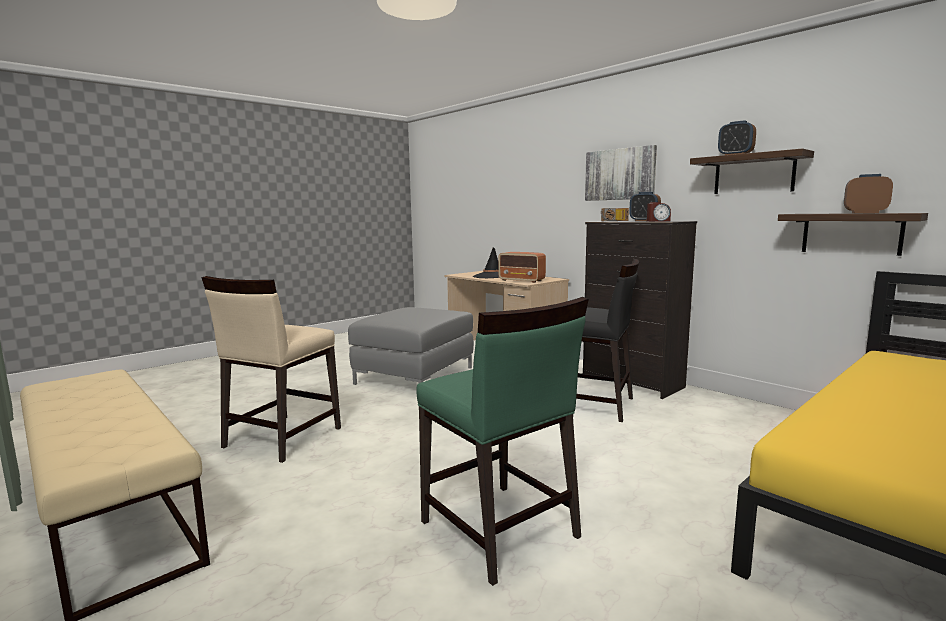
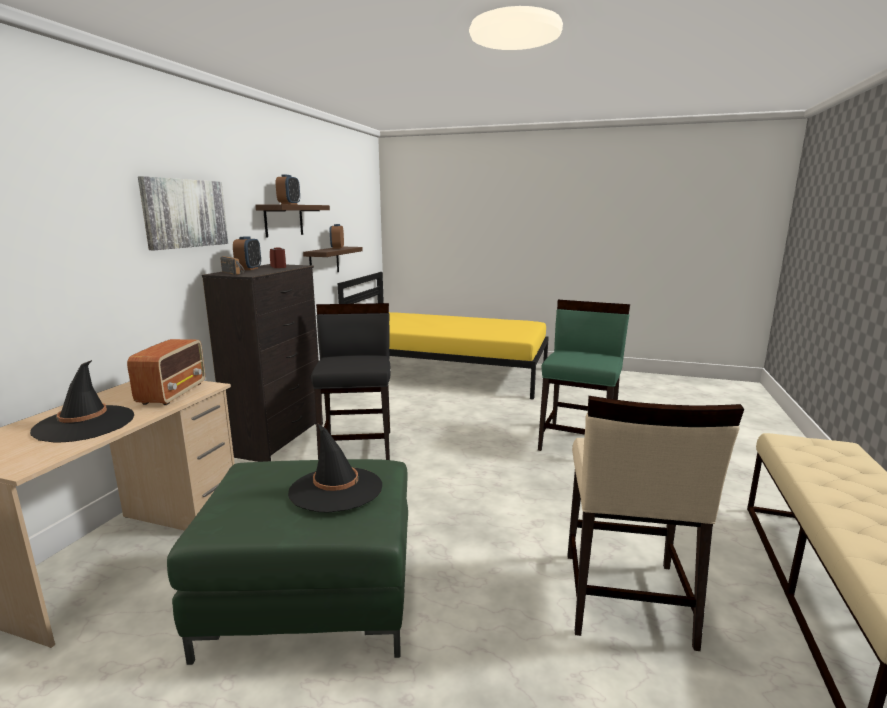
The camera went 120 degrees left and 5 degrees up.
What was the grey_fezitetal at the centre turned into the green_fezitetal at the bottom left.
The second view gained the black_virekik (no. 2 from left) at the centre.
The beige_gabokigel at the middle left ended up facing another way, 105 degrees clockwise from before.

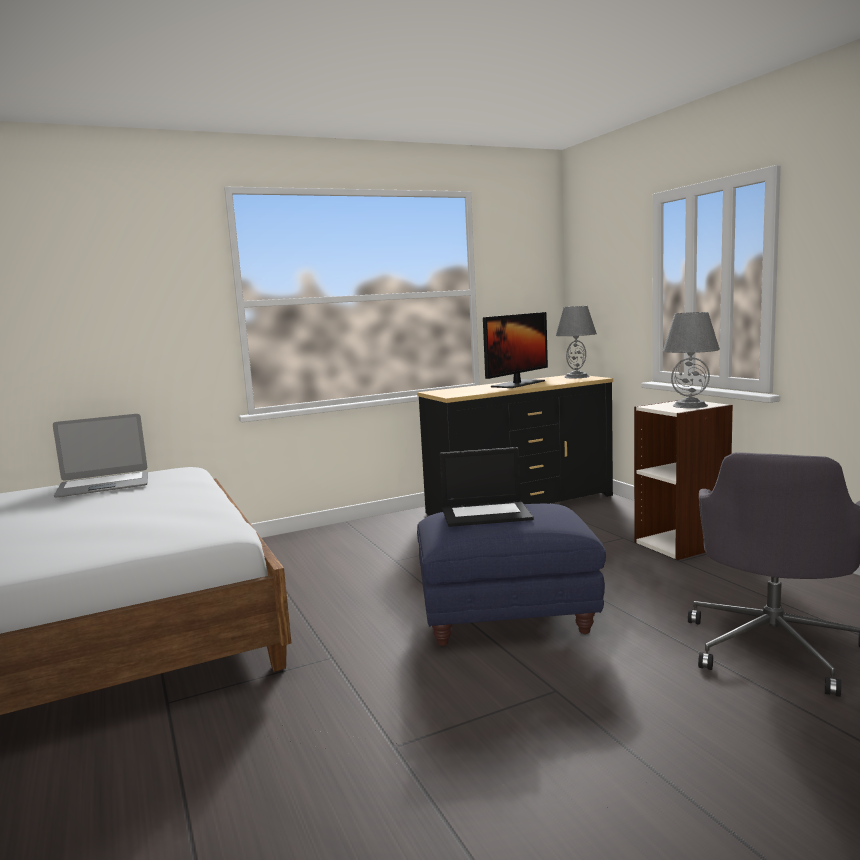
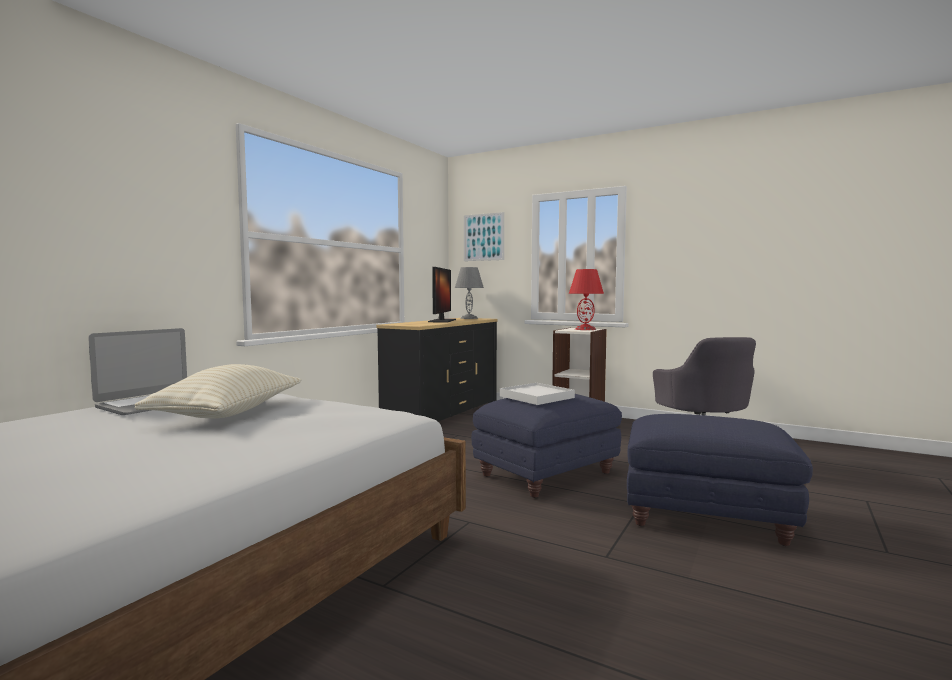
The camera went 35 degrees left and 5 degrees down.
The second view gained the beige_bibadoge at the middle left.
The second view gained the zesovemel at the centre.
Where the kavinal (no. 2 from left) stood at the centre, the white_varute came to stand at the centre.
What was the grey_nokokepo (no. 2 from left) at the middle right turned into the red_nokokepo at the centre.
The second view gained the blue_fezitetal (no. 2 from left) at the bottom right.

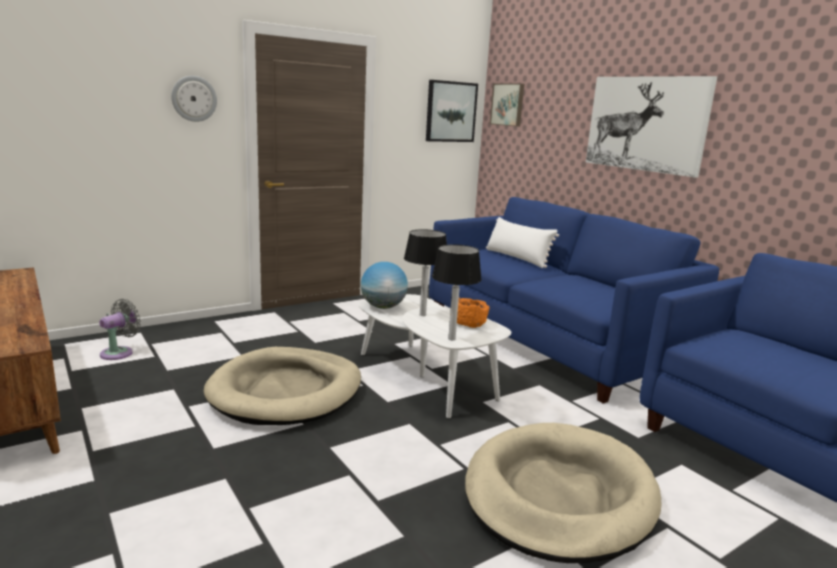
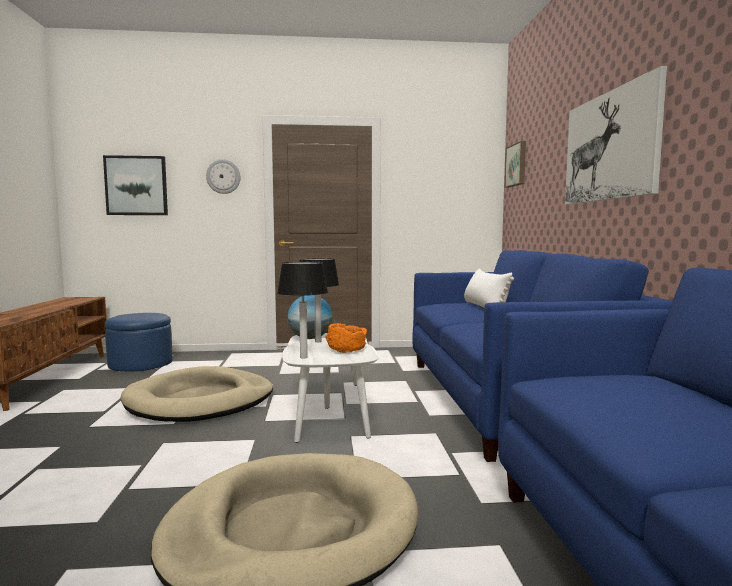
The camera went 30 degrees right and 10 degrees down.
The zesovemel (no. 1 from left) ended up elsewhere, having gone from the top centre to the top left.
Where the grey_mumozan stood at the middle left, the blue_fezitetal came to stand at the middle left.

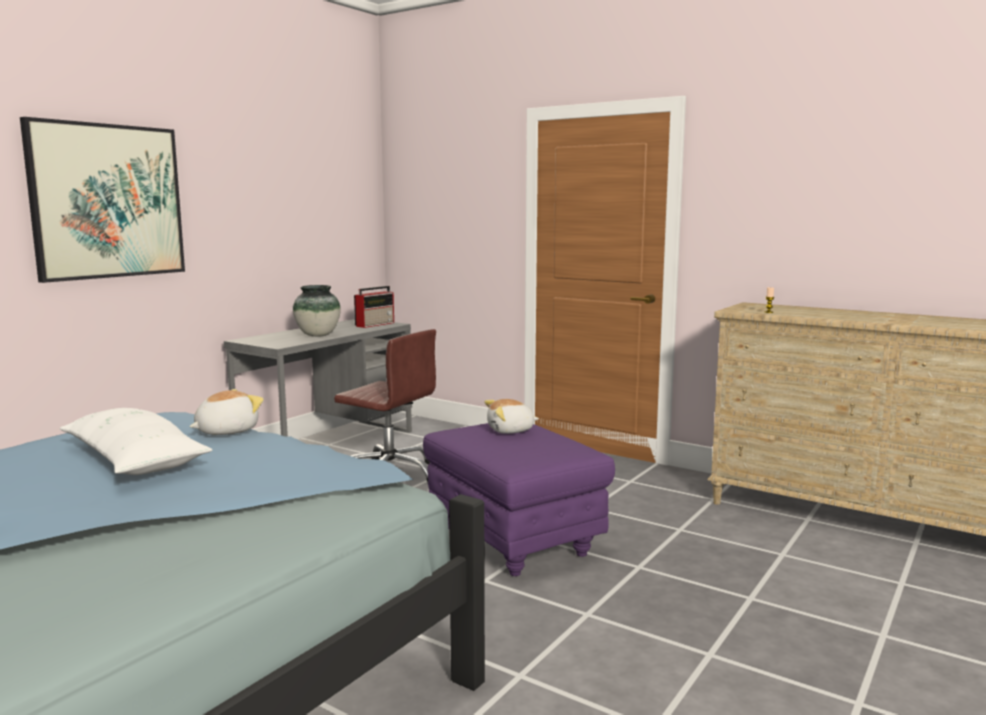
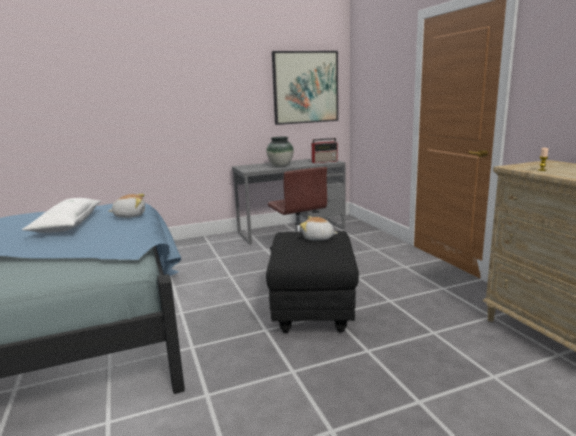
The camera went 35 degrees right and 5 degrees up.
What was the purple_fezitetal at the bottom centre turned into the black_fezitetal at the centre.
The zesovemel ended up elsewhere, having gone from the top left to the top centre.

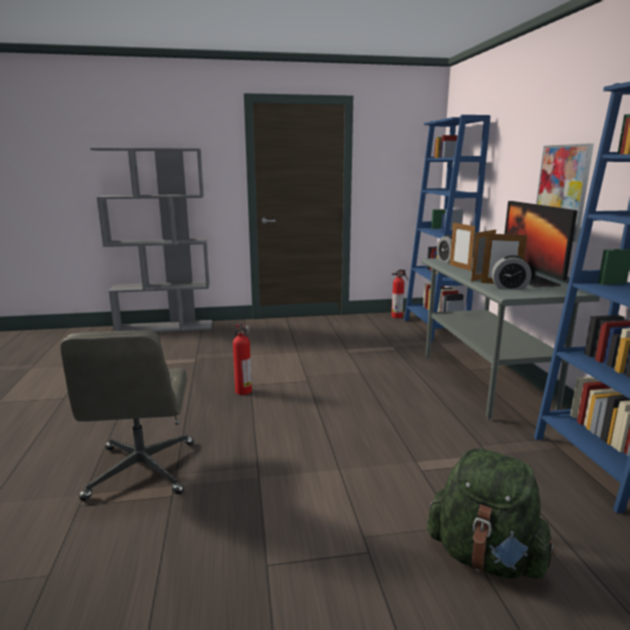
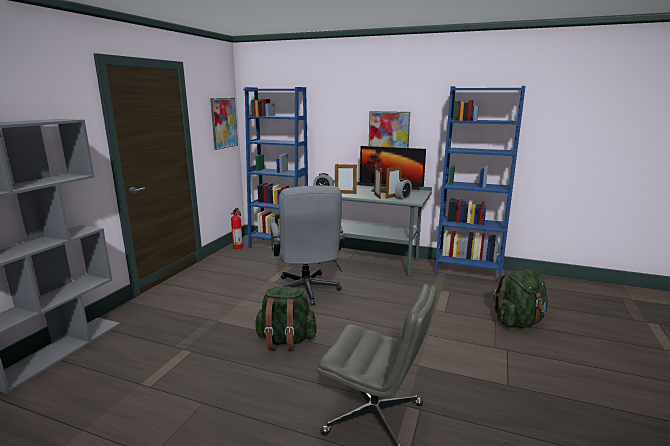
The camera went 60 degrees left and 0 degrees up.
The second view gained the zesovemel (no. 1 from left) at the top centre.
Where the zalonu (no. 1 from left) stood at the centre, the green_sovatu (no. 1 from left) came to stand at the bottom centre.
The second view gained the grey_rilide (no. 1 from left) at the centre.

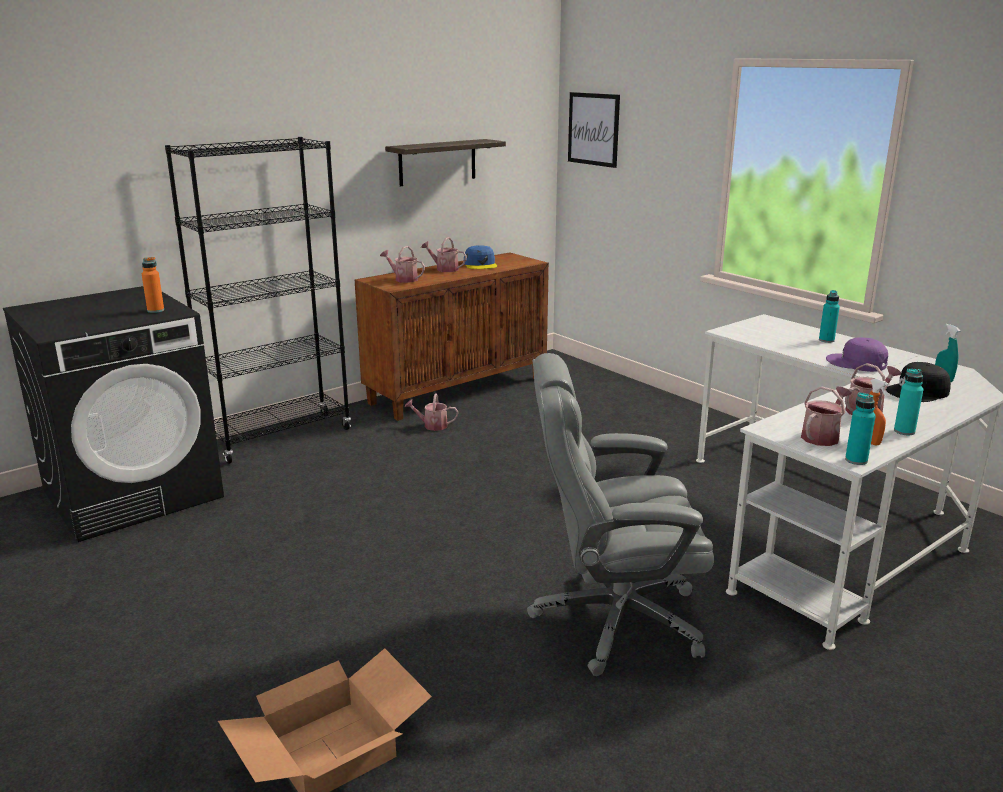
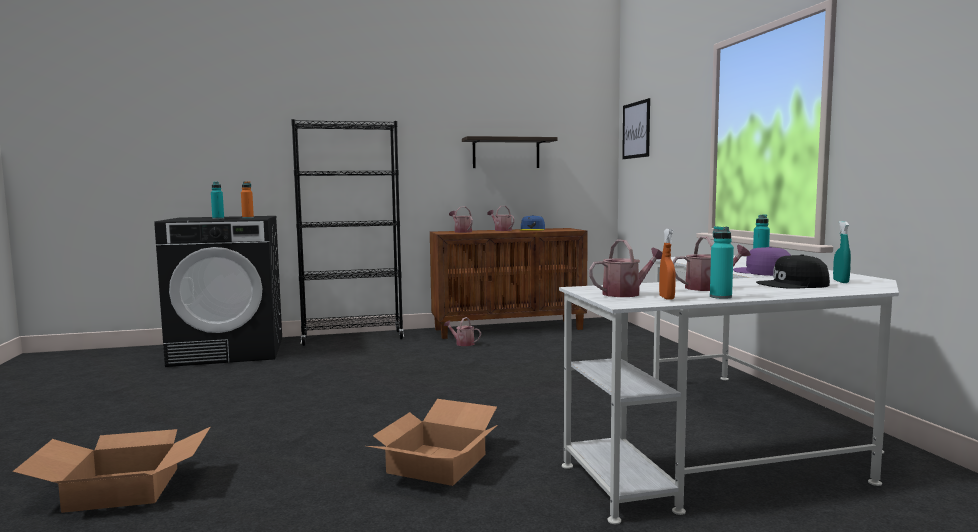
The camera went 25 degrees right and 15 degrees down.
The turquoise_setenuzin (no. 2 from left in the first image) ended up elsewhere, having gone from the middle right to the middle left.
Where the grey_rilide stood at the centre, the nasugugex (no. 2 from left) came to stand at the bottom centre.

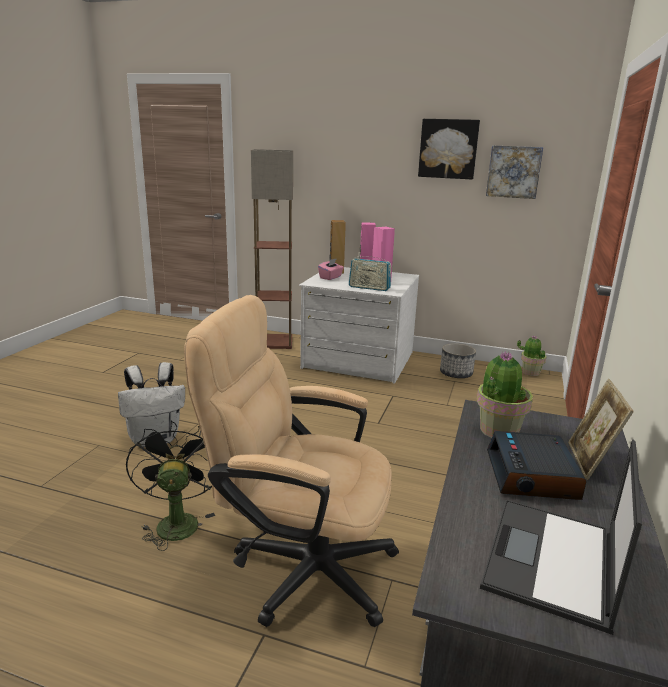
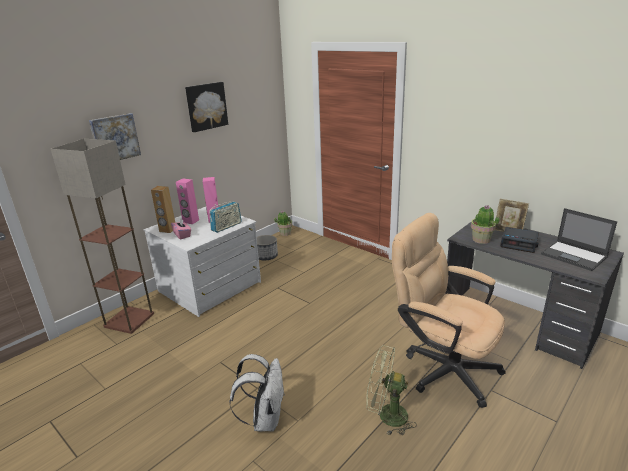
The camera went 65 degrees left and 5 degrees up.
The zesovemel (no. 2 from left in the first image) ended up elsewhere, having gone from the top right to the top left.
What was the black_mumozan at the bottom left turned into the green_mumozan at the bottom centre.
The beige_rilide at the bottom centre ended up facing another way, 90 degrees clockwise from before.

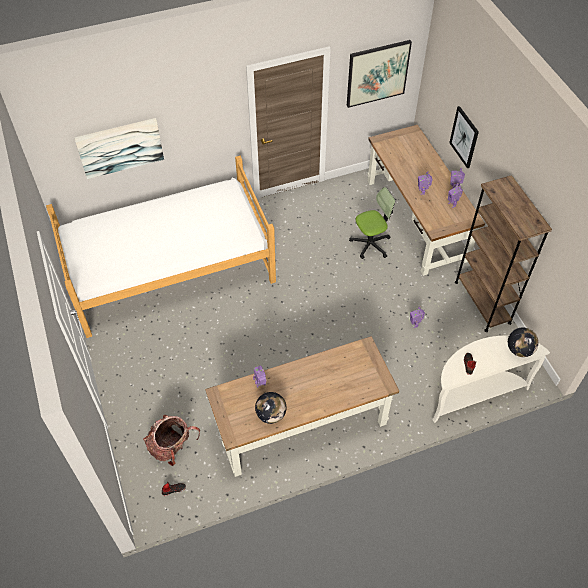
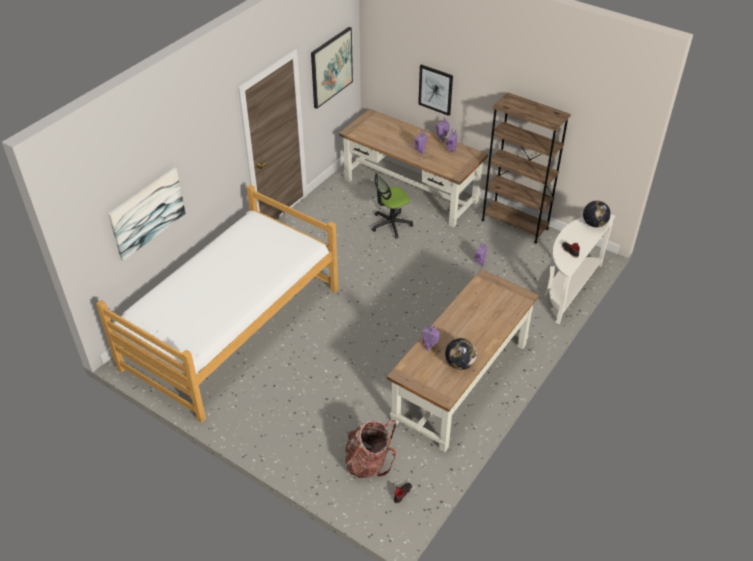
The camera went 35 degrees left and 10 degrees down.
The rilide at the centre ended up facing another way, 150 degrees counterclockwise from before.

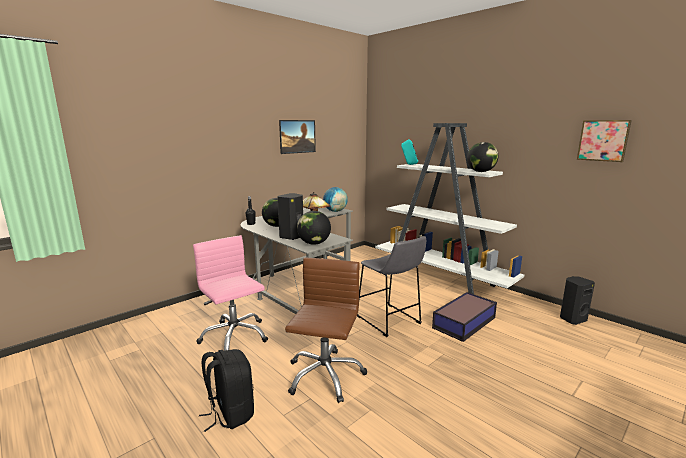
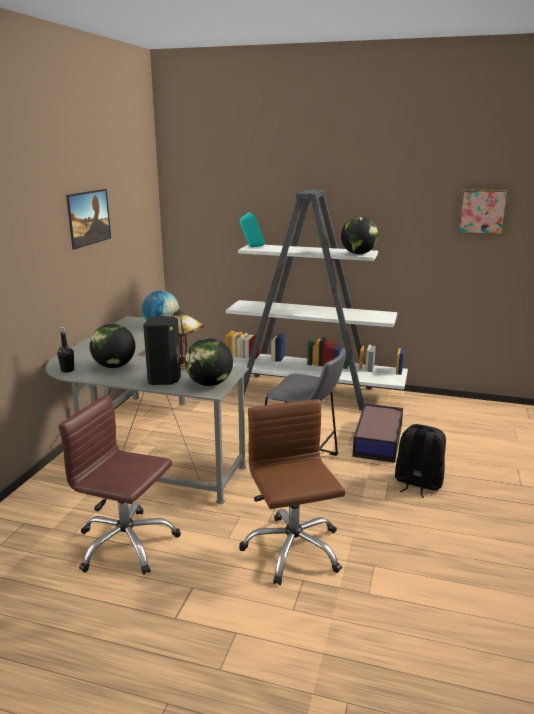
The camera went 30 degrees left and 5 degrees up.
What was the pink_rilide at the centre turned into the brown_rilide (no. 1 from left) at the bottom left.
The black_sovatu ended up elsewhere, having gone from the bottom left to the middle right.
The second view lost the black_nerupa (no. 2 from left) at the middle right.

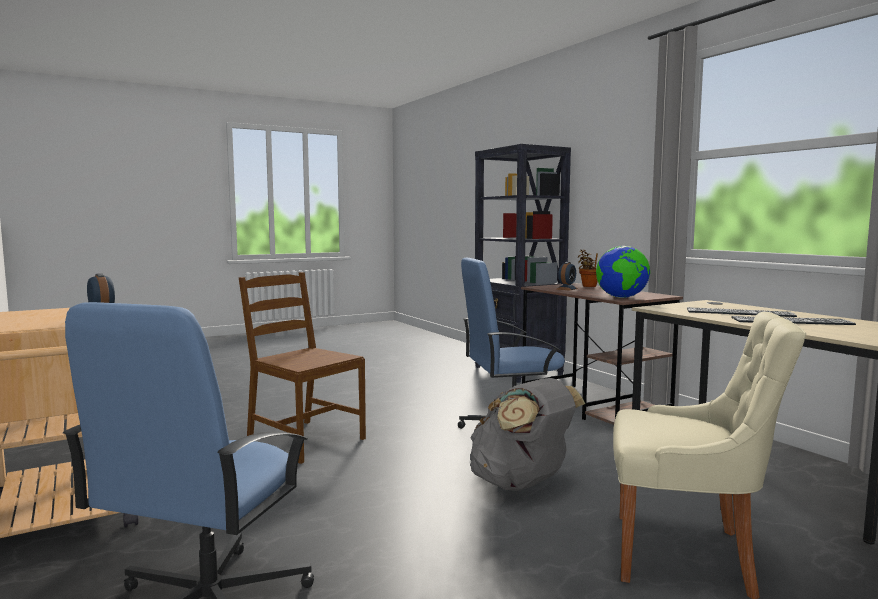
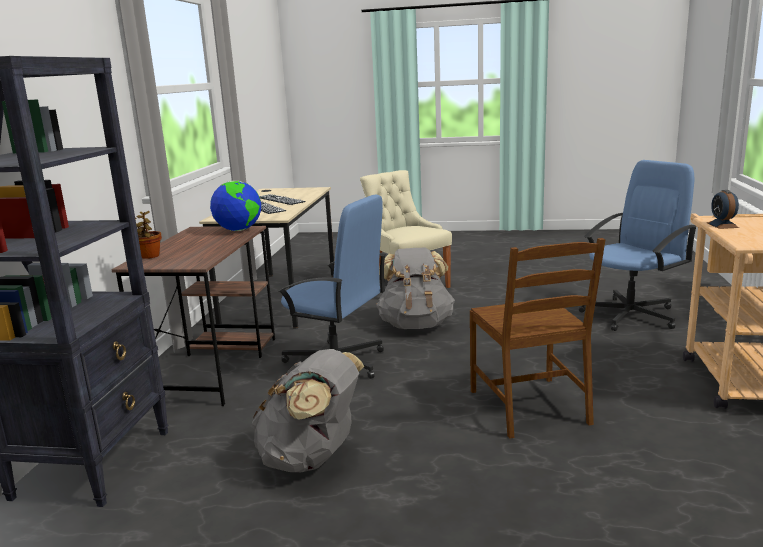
The camera went 140 degrees left and 10 degrees up.
The second view gained the grey_sovatu (no. 1 from left) at the bottom centre.
The second view lost the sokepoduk (no. 2 from left) at the centre.

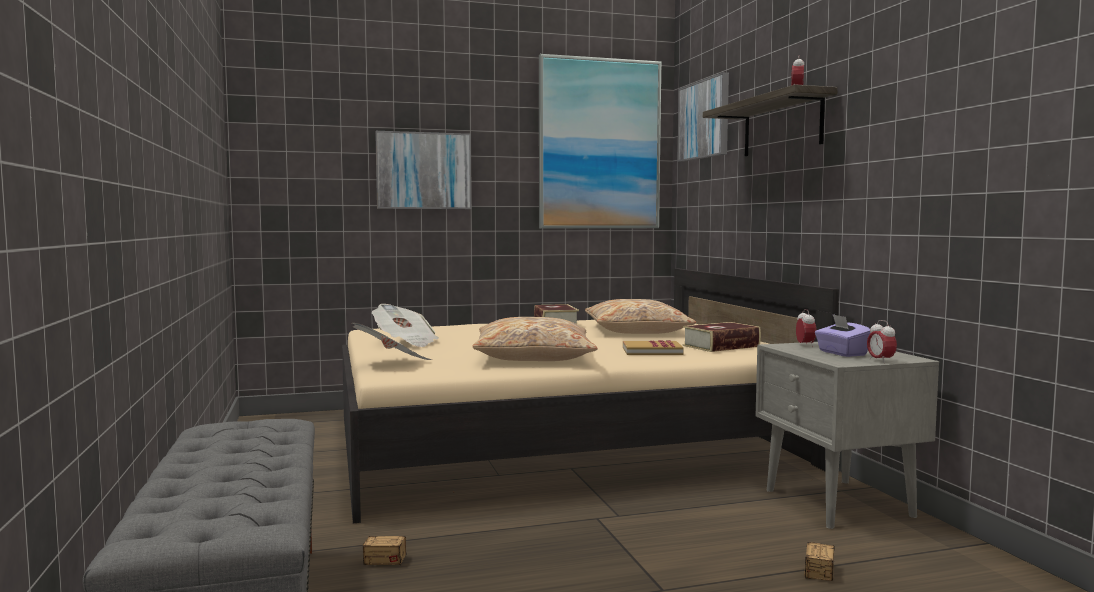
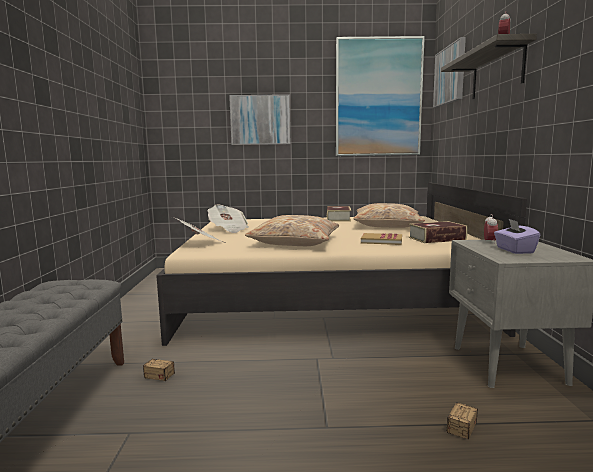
The camera went 15 degrees right and 5 degrees up.
The second view lost the sokepoduk (no. 3 from left) at the middle right.

